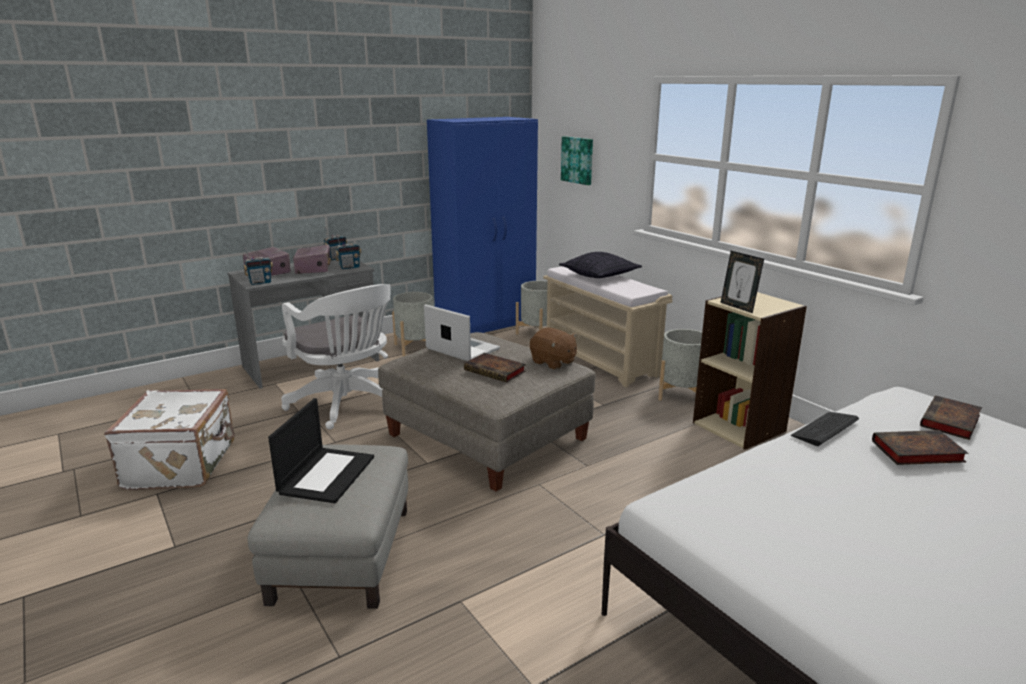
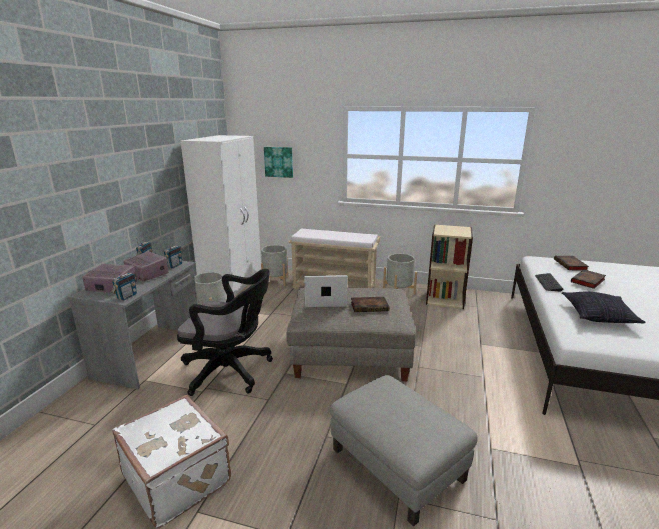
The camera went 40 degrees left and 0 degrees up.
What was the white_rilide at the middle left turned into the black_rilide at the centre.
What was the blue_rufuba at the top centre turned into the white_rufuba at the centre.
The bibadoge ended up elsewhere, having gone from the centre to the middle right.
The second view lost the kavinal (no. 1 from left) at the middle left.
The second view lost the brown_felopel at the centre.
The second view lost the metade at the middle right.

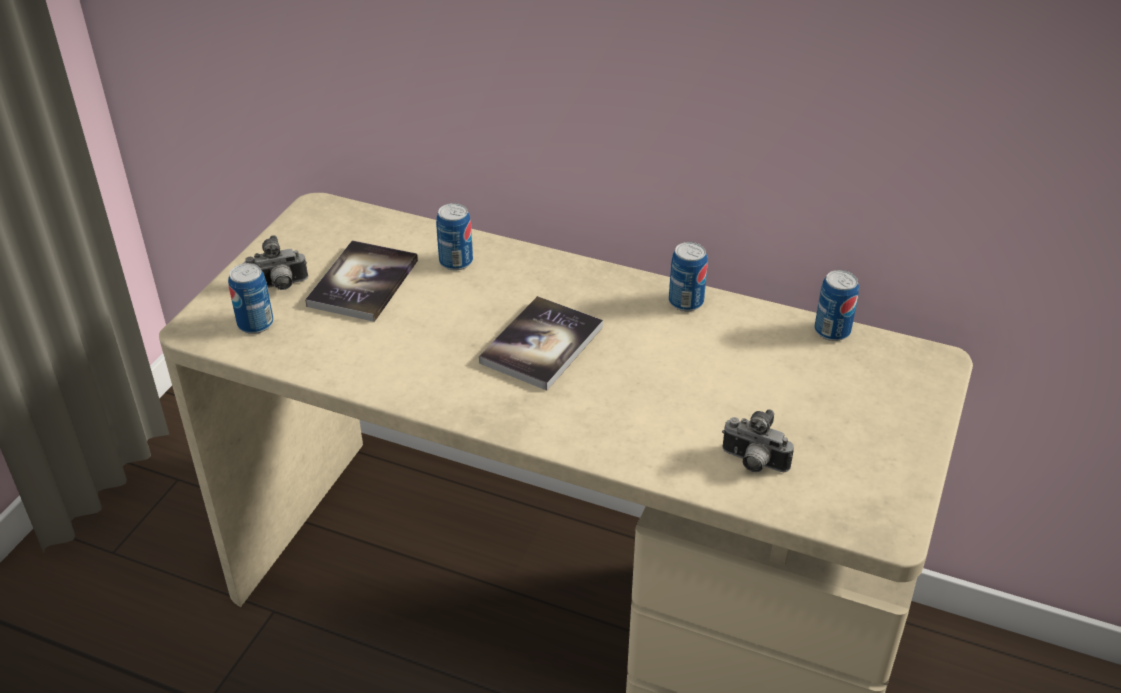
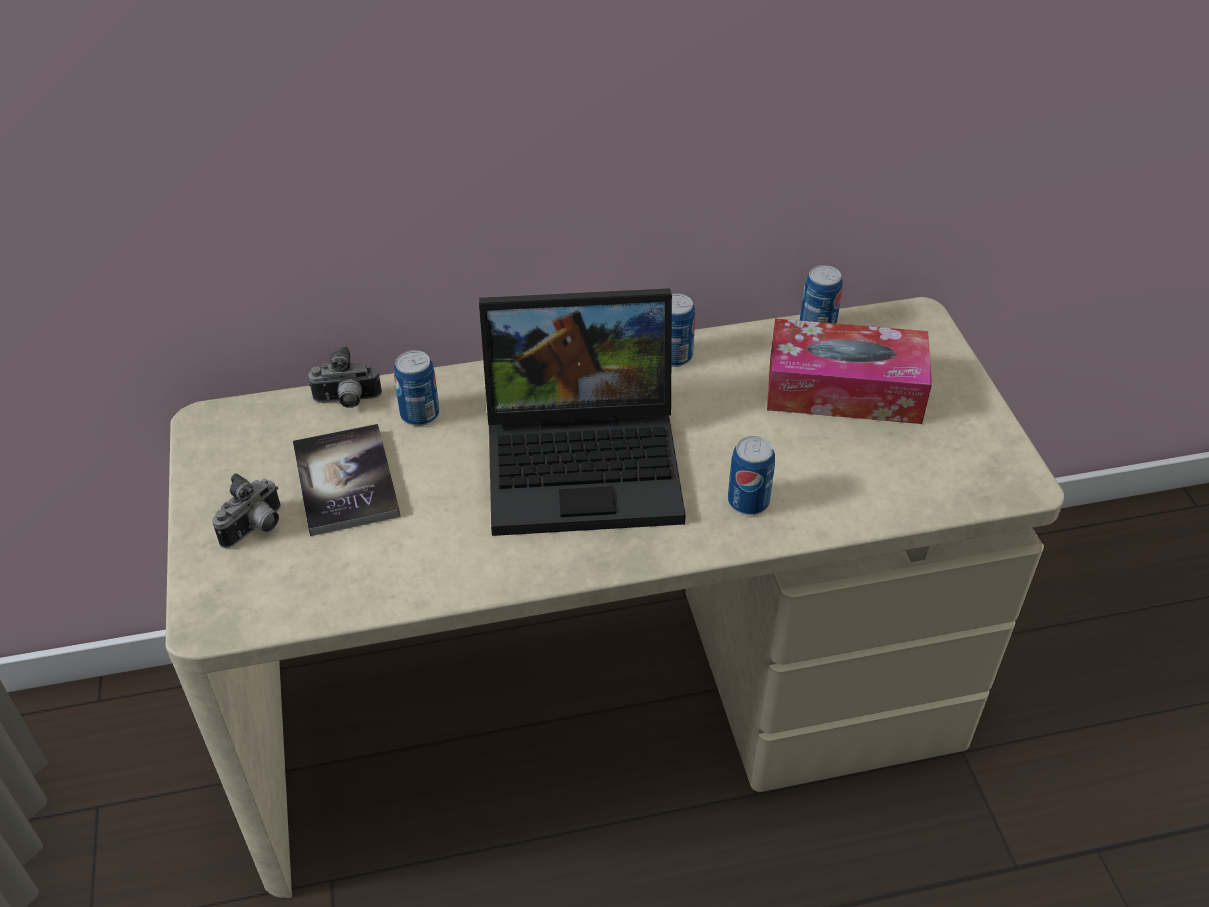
The camera went 35 degrees left and 5 degrees up.
The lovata (no. 2 from left) ended up elsewhere, having gone from the middle right to the middle left.
Where the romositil (no. 2 from left) stood at the centre, the kavinal came to stand at the centre.
The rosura (no. 1 from left in the first image) ended up elsewhere, having gone from the middle left to the centre.
The second view gained the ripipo at the middle right.

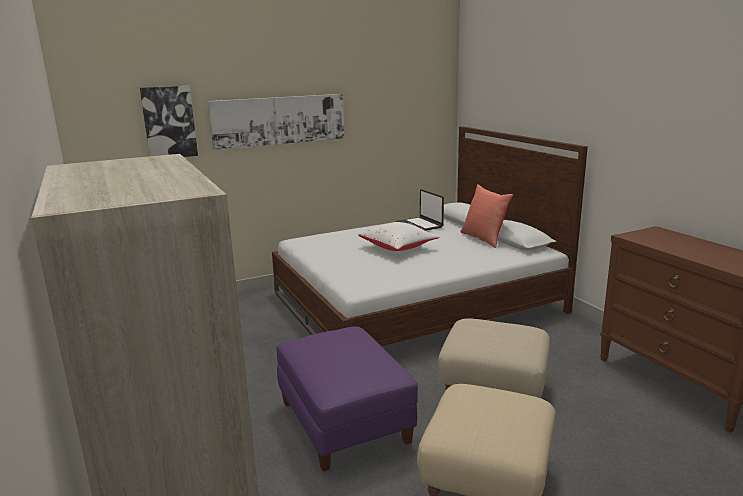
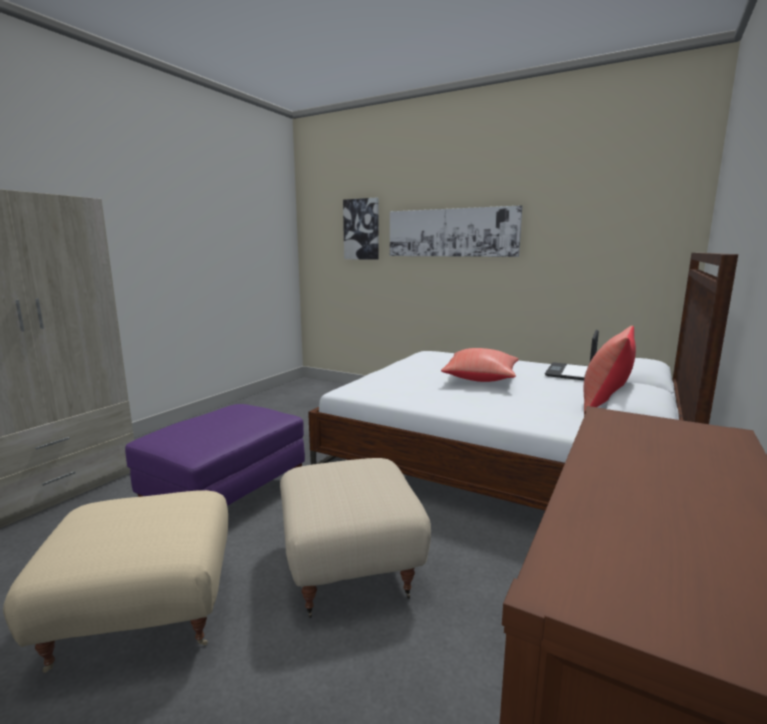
The camera went 55 degrees right and 5 degrees down.
What was the white_bibadoge at the centre turned into the red_bibadoge (no. 1 from left) at the centre.

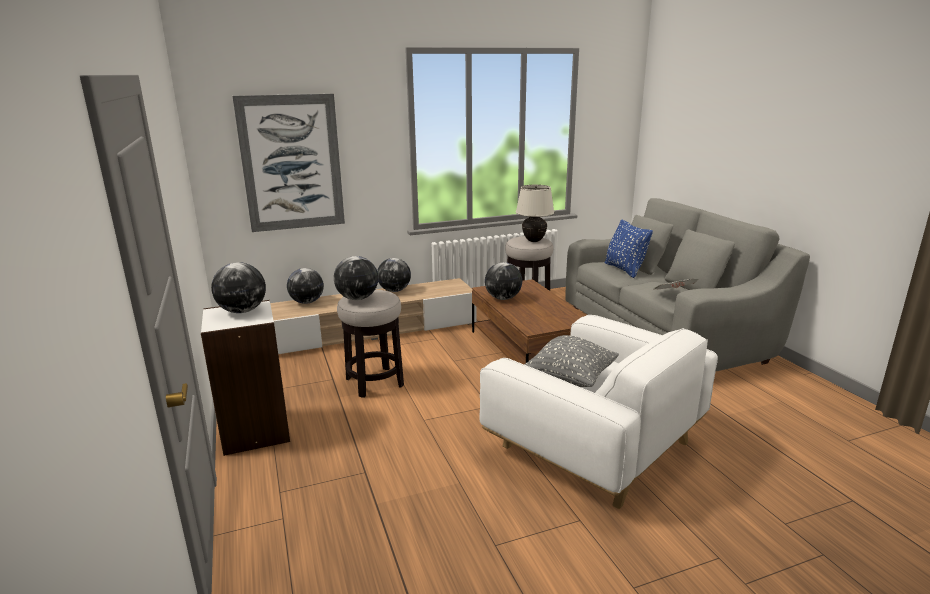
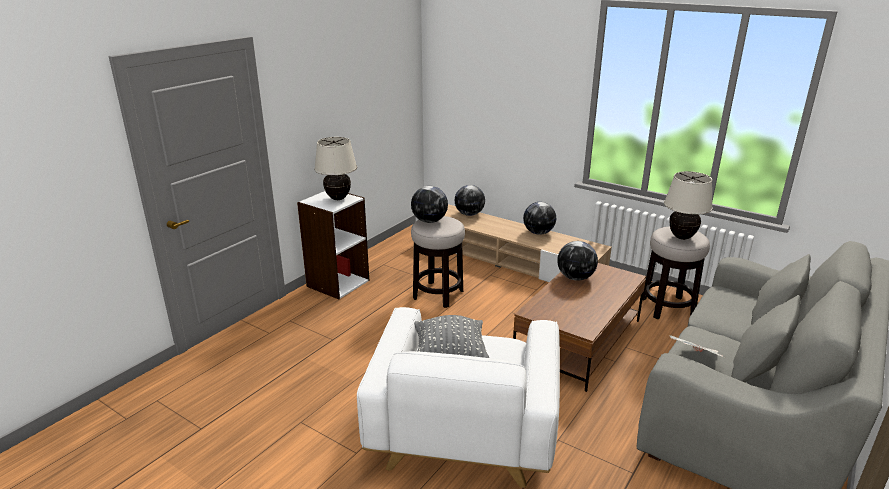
The camera went 55 degrees right and 5 degrees up.
Where the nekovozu (no. 1 from left) stood at the middle left, the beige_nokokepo (no. 1 from left) came to stand at the centre.
The second view lost the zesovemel at the top left.
The second view lost the blue_bibadoge at the middle right.

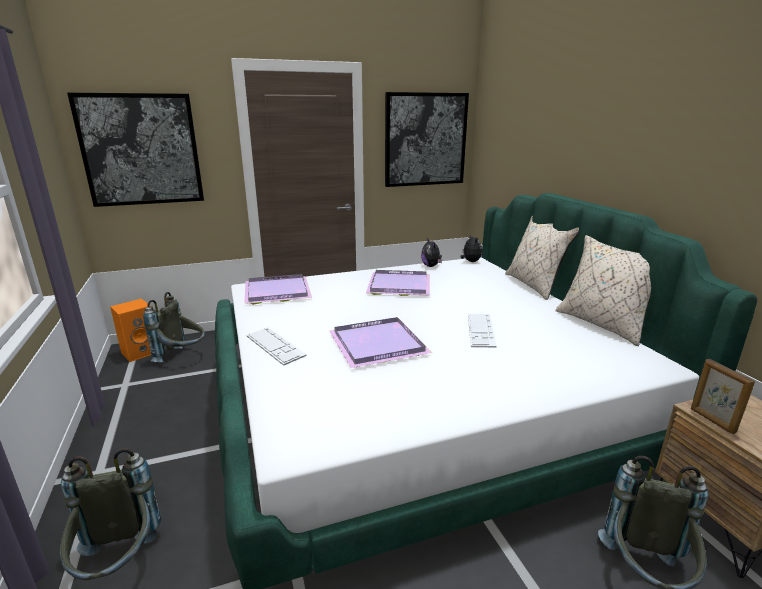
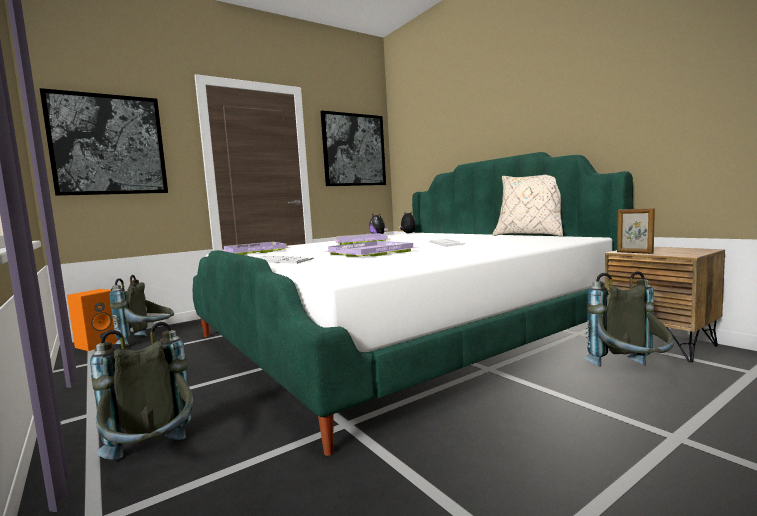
The camera went 15 degrees left and 15 degrees down.
The second view lost the beige_bibadoge (no. 1 from left) at the middle right.

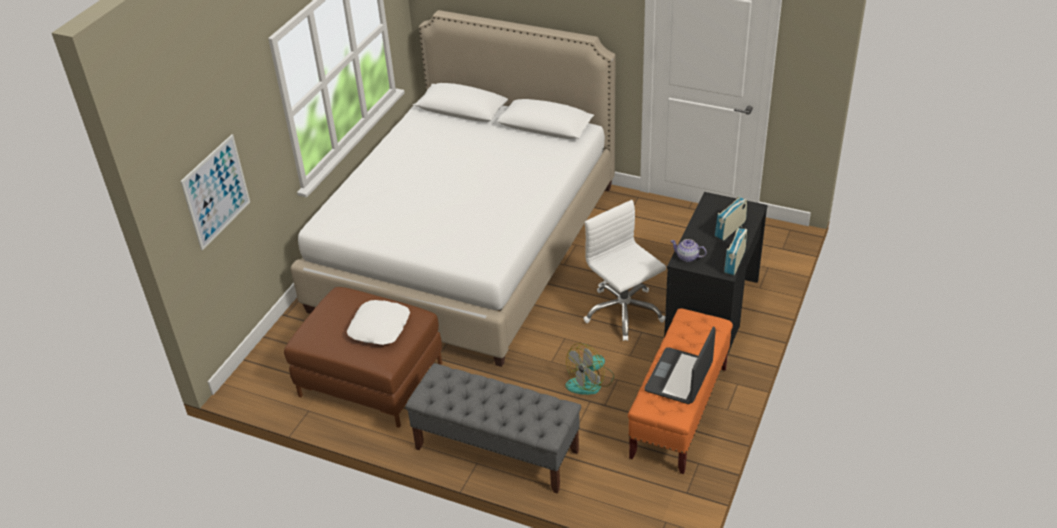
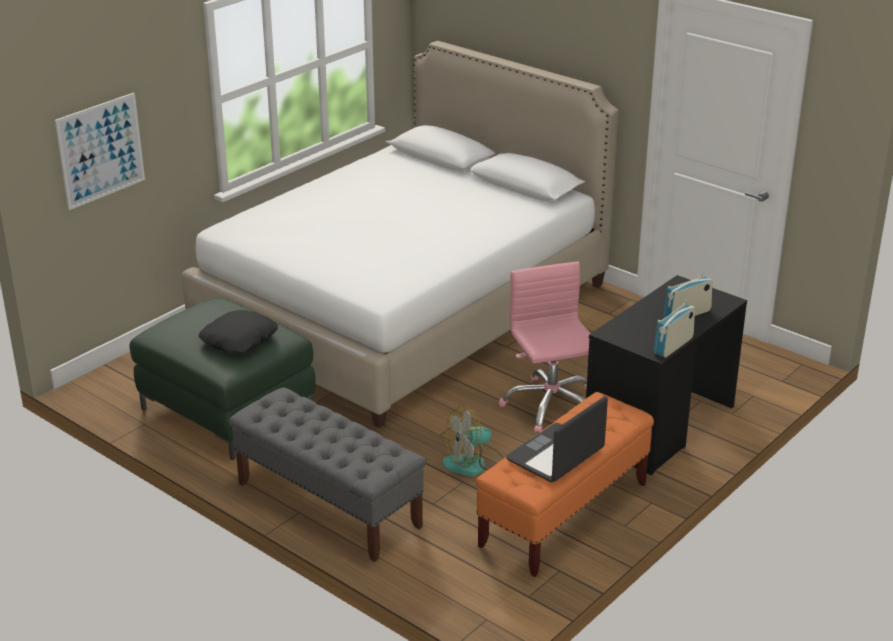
The camera went 15 degrees right and 10 degrees down.
What was the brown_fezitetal at the bottom centre turned into the green_fezitetal at the middle left.
What was the white_bibadoge at the centre turned into the black_bibadoge at the middle left.
What was the white_rilide at the centre turned into the pink_rilide at the centre.
The second view lost the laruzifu at the centre.

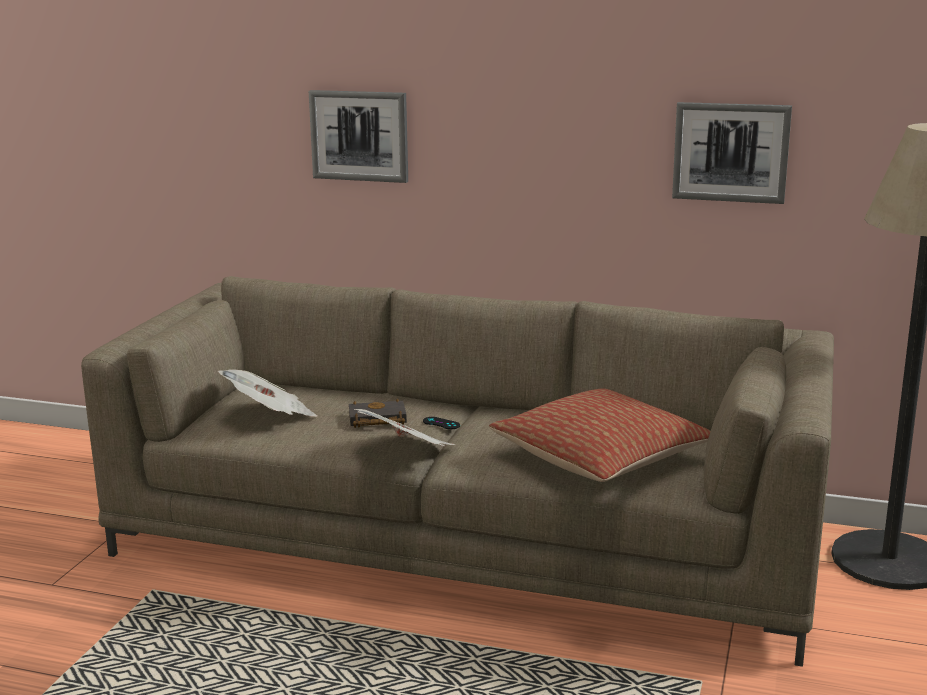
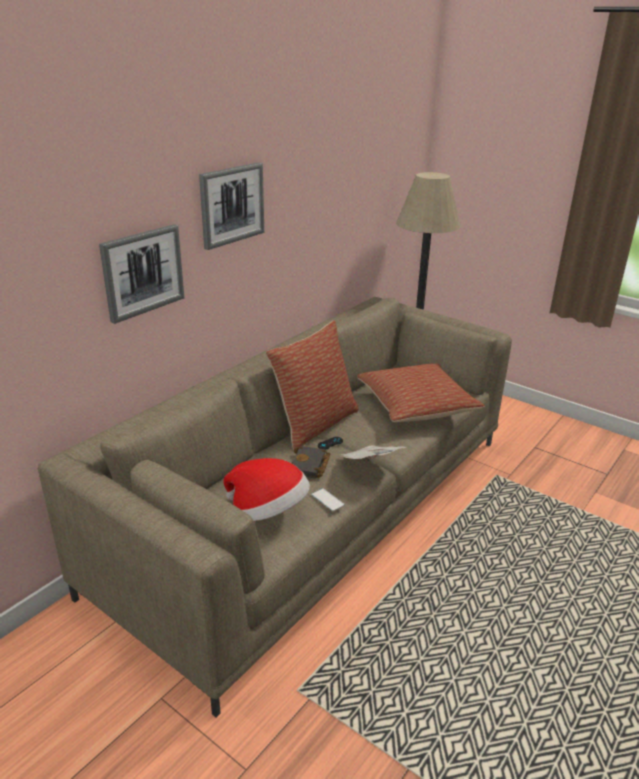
The camera went 70 degrees left and 10 degrees up.
The zesovemel (no. 2 from left) ended up elsewhere, having gone from the top right to the top centre.
Where the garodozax (no. 1 from left) stood at the middle left, the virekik came to stand at the centre.
The second view gained the bibadoge (no. 1 from left) at the centre.
The second view gained the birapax at the centre.

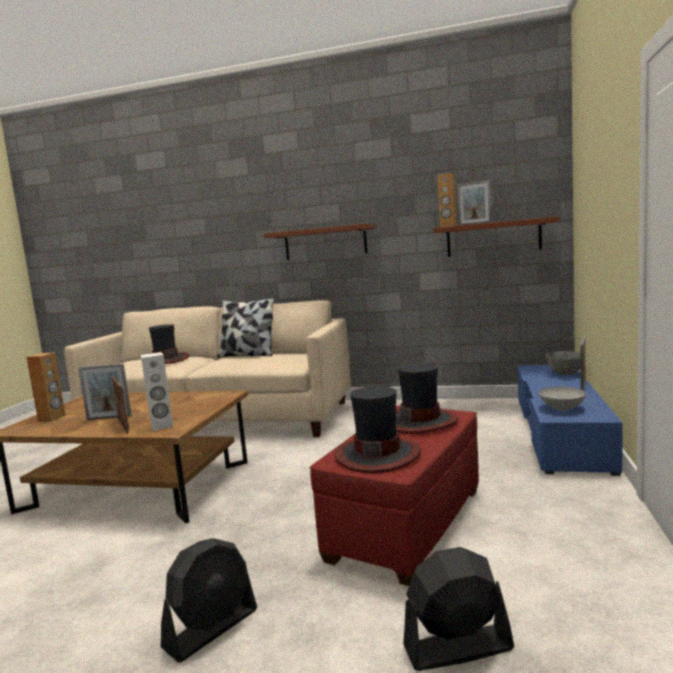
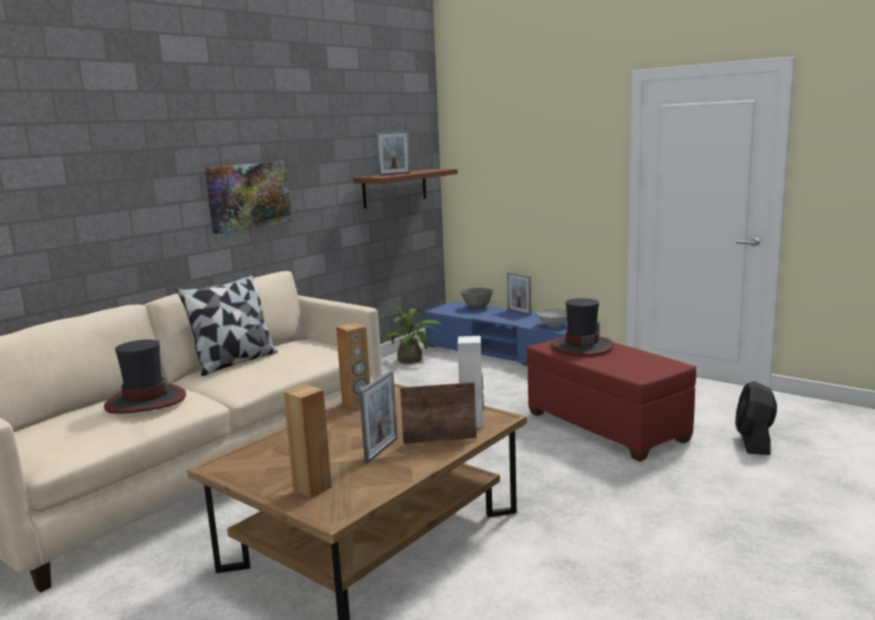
The camera went 65 degrees left and 5 degrees up.
Where the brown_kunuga (no. 1 from left) hung at the centre, the zesovemel came to hang at the top left.
The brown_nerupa (no. 2 from left) ended up elsewhere, having gone from the top centre to the centre.
The second view gained the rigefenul at the centre.
The second view lost the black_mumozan (no. 1 from left) at the bottom left.
The second view lost the virekik (no. 2 from left) at the centre.

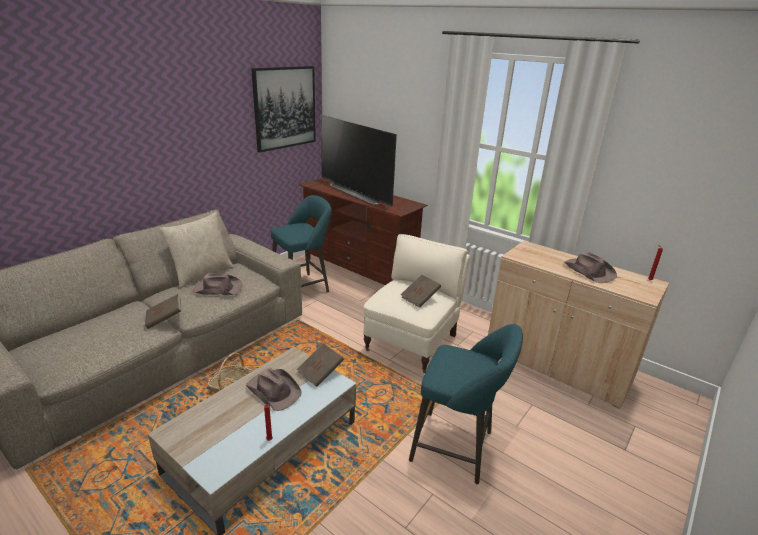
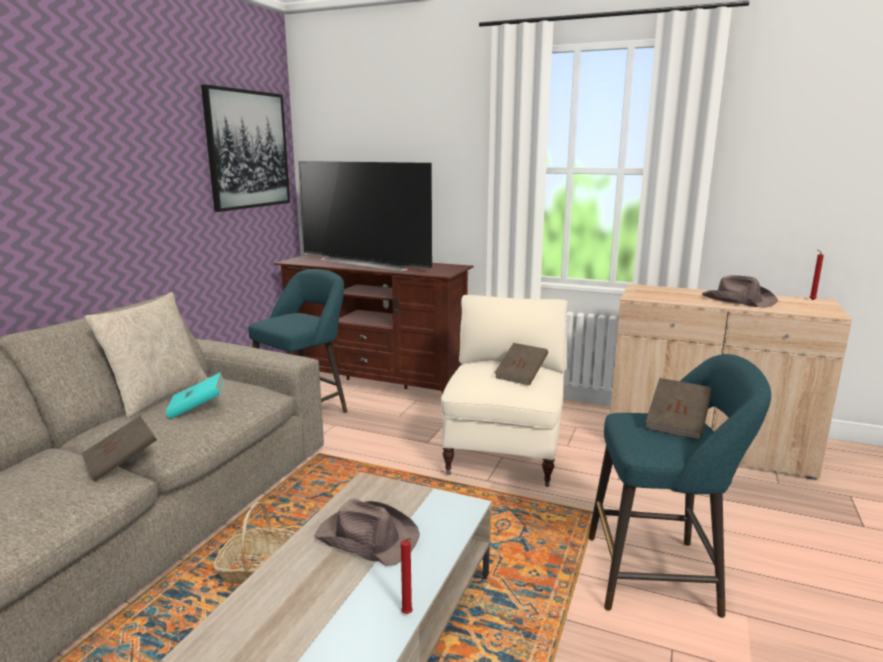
The camera went 15 degrees left and 10 degrees down.
Where the brown_virekik (no. 1 from left) stood at the middle left, the turquoise_romositil came to stand at the middle left.
The brown_romositil (no. 2 from left in the first image) ended up elsewhere, having gone from the bottom centre to the middle right.

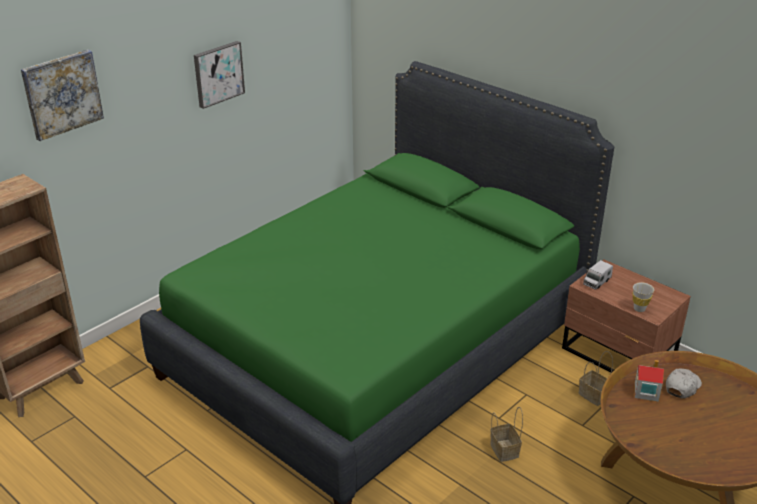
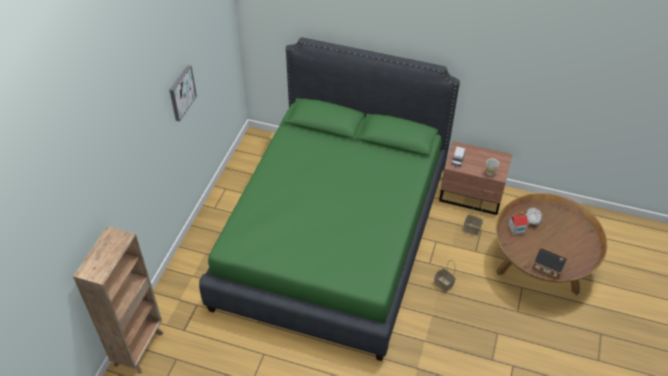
The camera went 25 degrees left and 15 degrees up.
The second view gained the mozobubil (no. 2 from left) at the bottom right.
The second view lost the zesovemel (no. 1 from left) at the top left.

